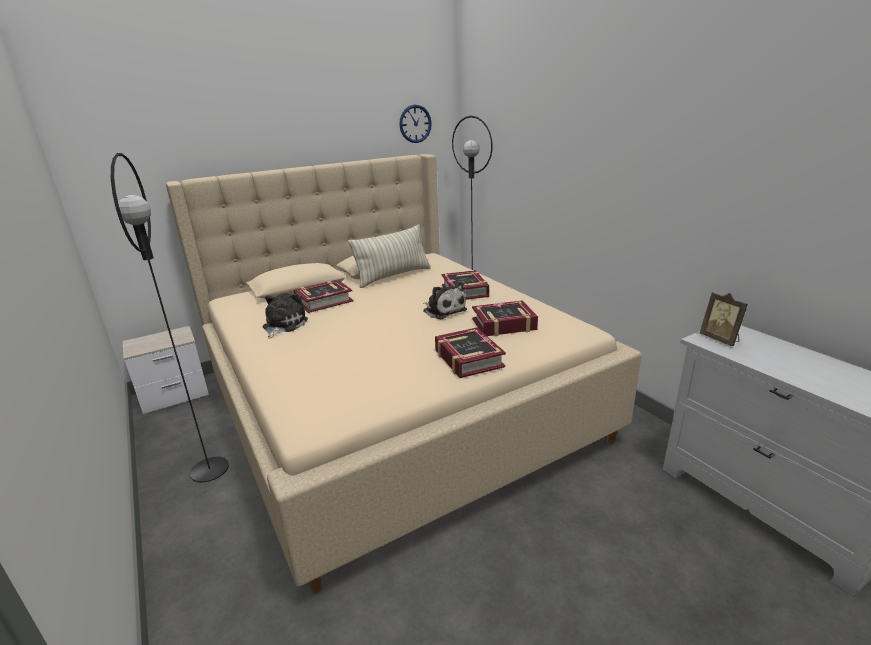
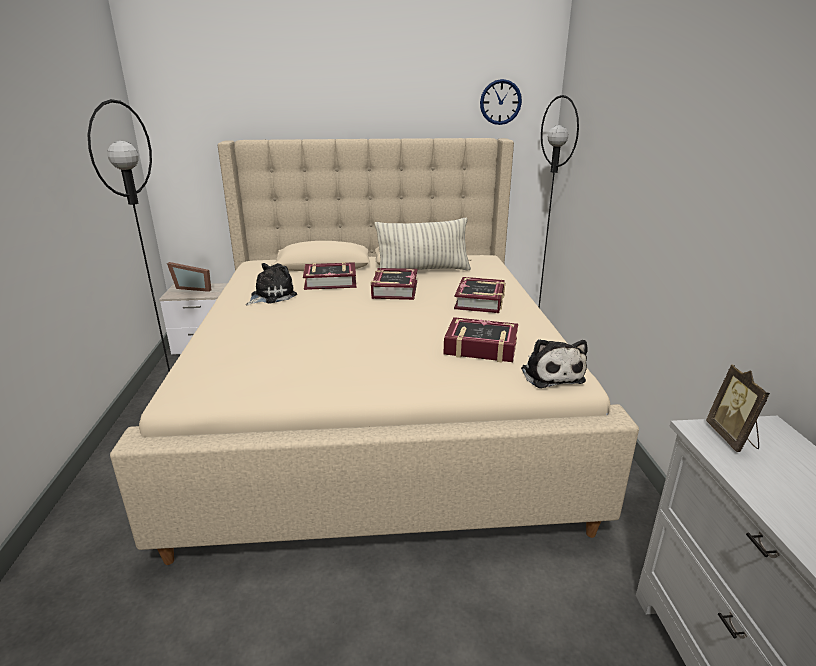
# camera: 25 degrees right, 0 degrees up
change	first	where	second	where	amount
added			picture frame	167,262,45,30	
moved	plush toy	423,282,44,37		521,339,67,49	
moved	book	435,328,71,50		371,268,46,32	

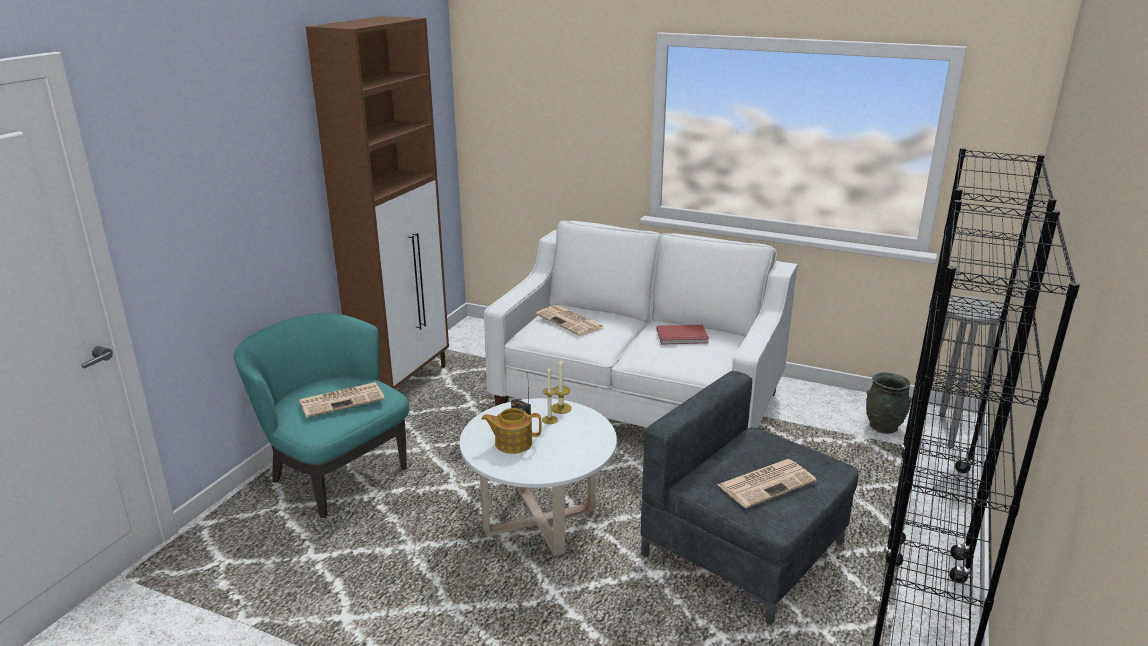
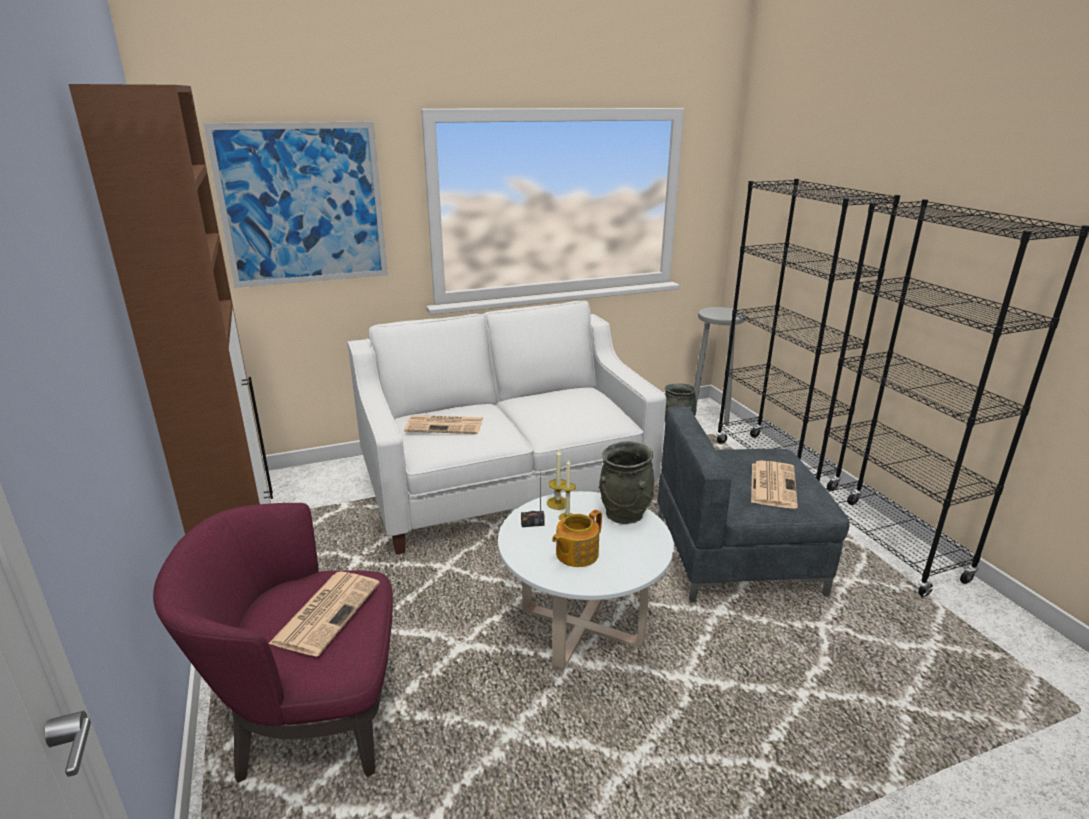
# camera: 45 degrees left, 0 degrees up
change	first	where	second	where	amount
removed	book/red	656,325,53,20			
added			picture	203,122,185,166	
added			vase/grey	599,441,55,83	
recoloured	armchair/turquoise	234,313,175,205	armchair/purple	153,503,240,280	

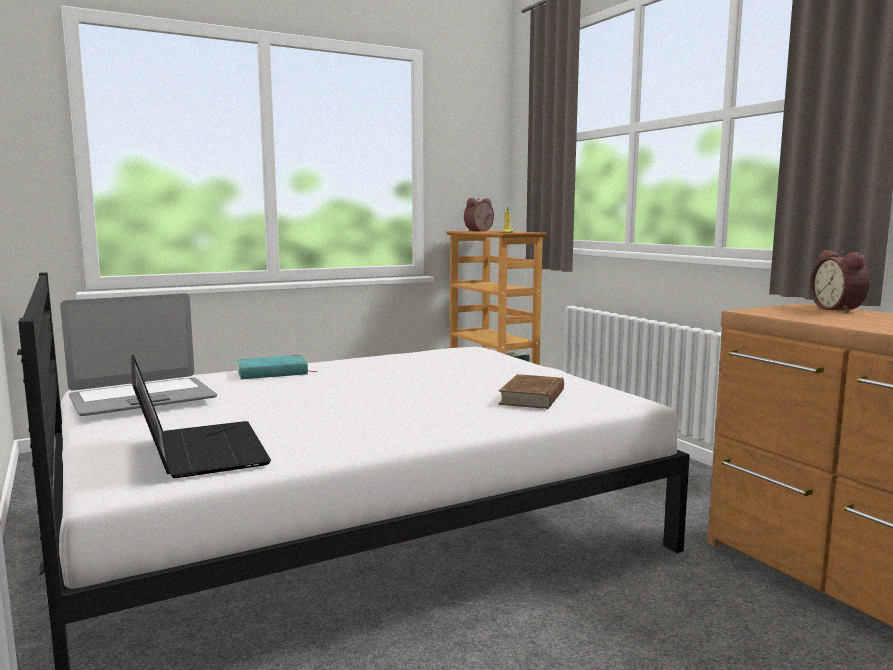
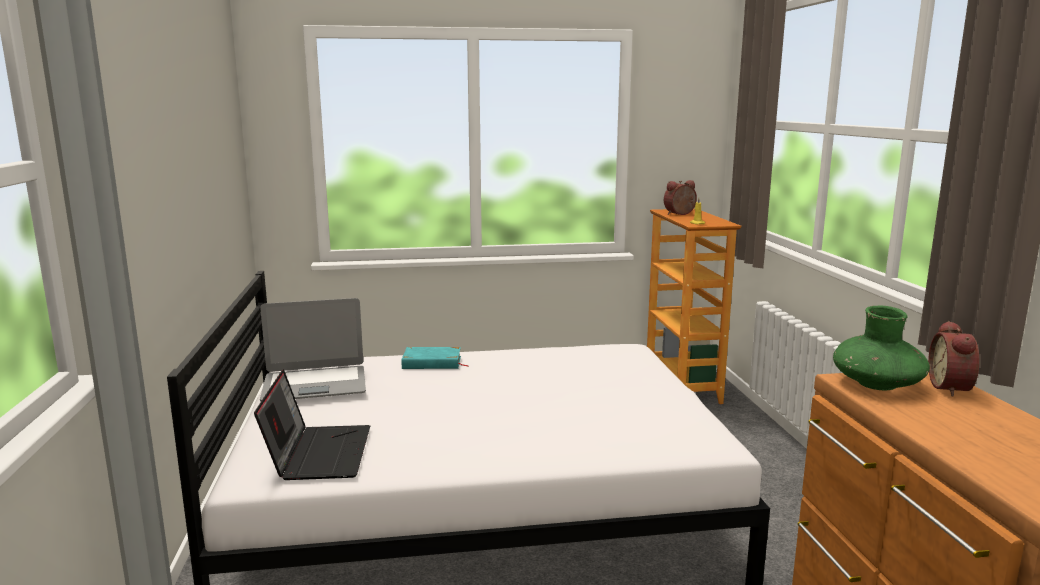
# camera: 20 degrees right, 5 degrees up
change	first	where	second	where	amount
removed	book/brown	499,374,65,35			
added			vase/green	833,306,97,85	

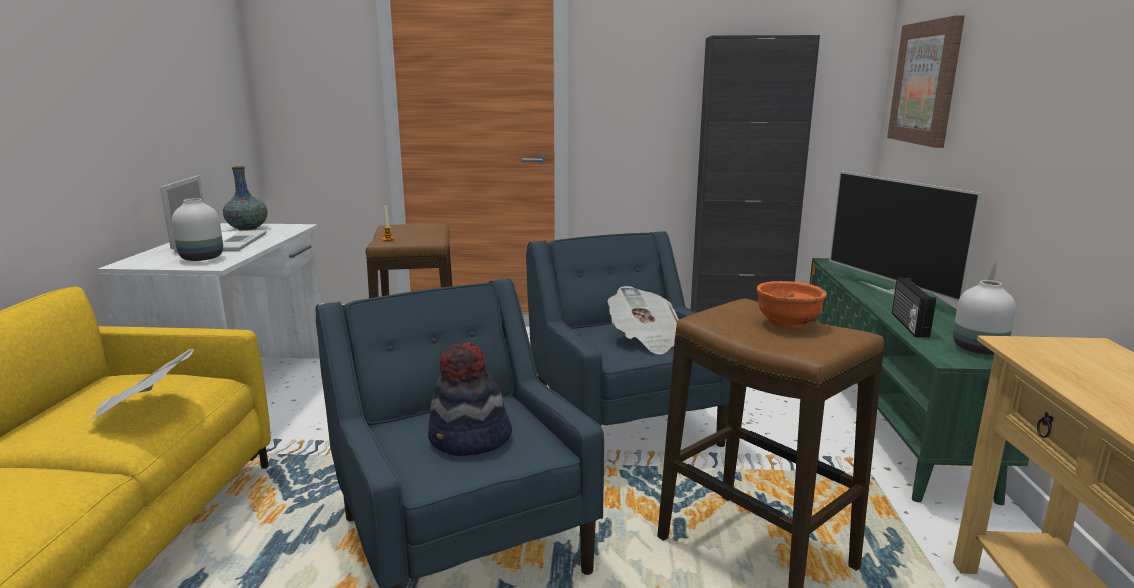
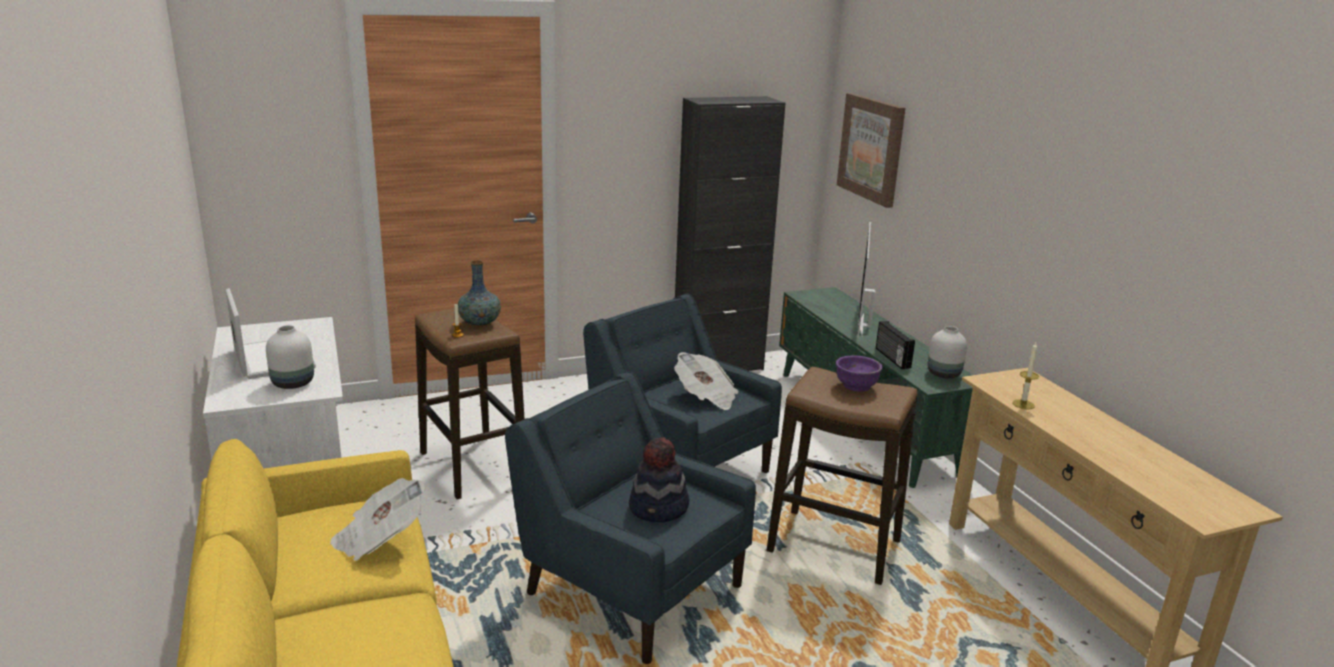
# camera: 25 degrees left, 5 degrees up
change	first	where	second	where	amount
added			candle	1013,342,26,68	
moved	vase	223,166,44,65		458,260,43,67	
recoloured	bowl/orange	757,281,70,48	bowl/purple	836,355,46,37	
turned	television	829,171,153,130		857,222,18,116	60 degrees clockwise

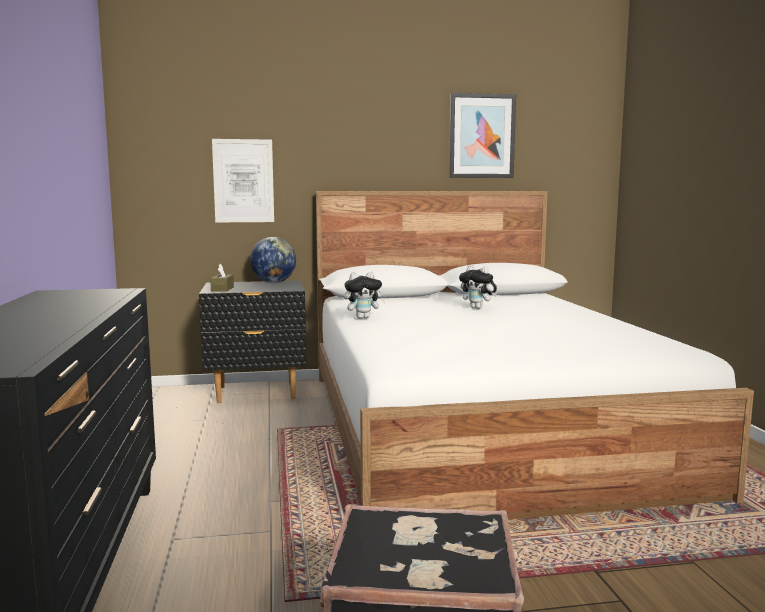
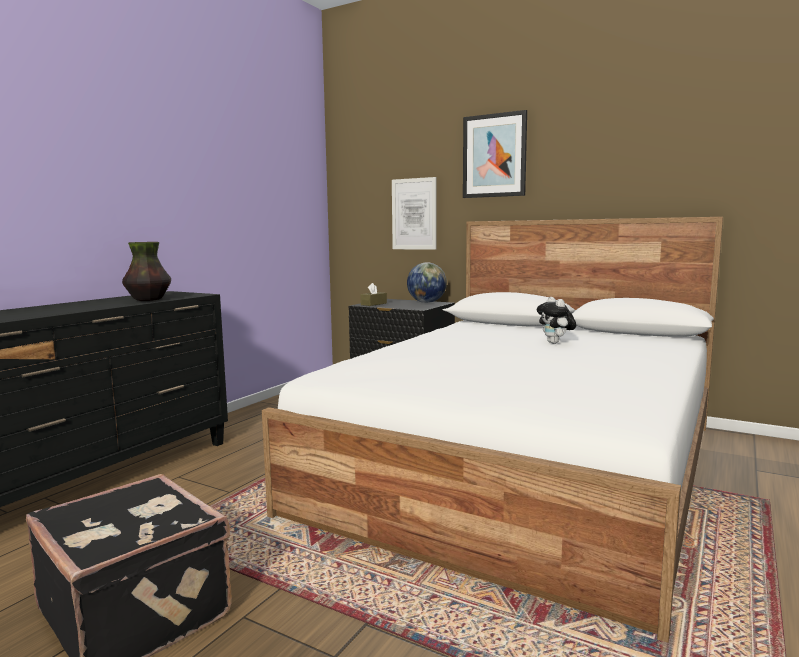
# camera: 40 degrees right, 0 degrees up
change	first	where	second	where	amount
removed	plush toy	344,272,42,47			
added			vase	122,242,49,59	
moved	picture	449,93,67,85		463,110,64,88	

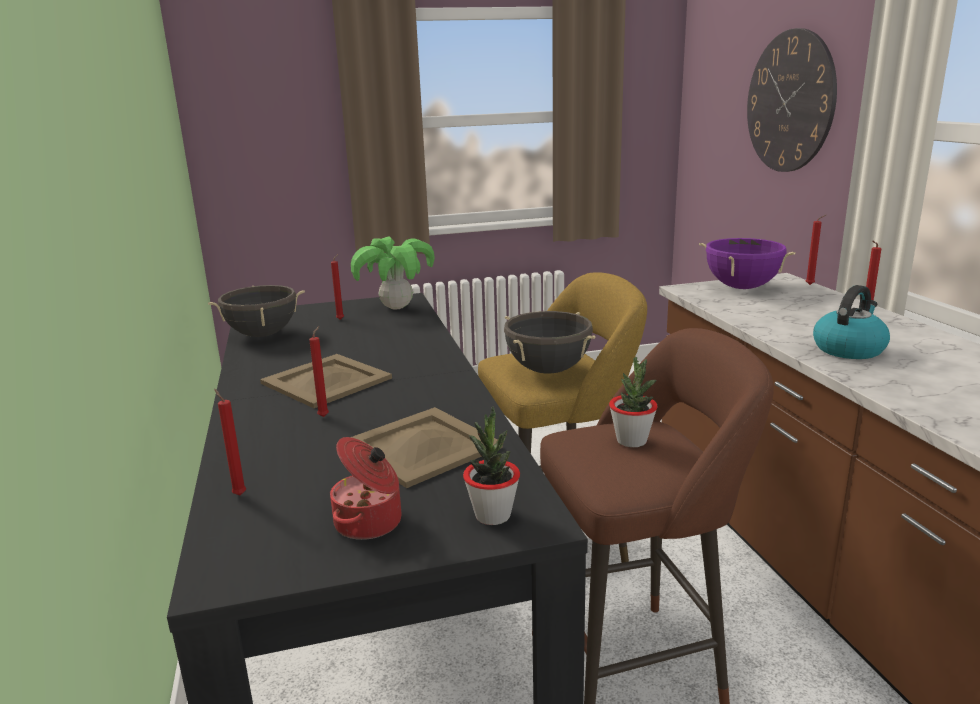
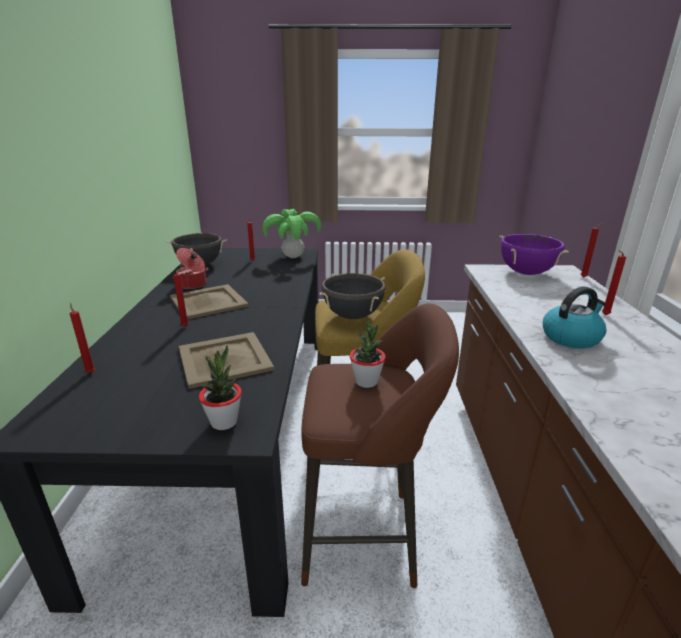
# camera: 15 degrees right, 5 degrees up
change	first	where	second	where	amount
removed	wall clock	747,28,90,144			
moved	cooking pot	330,437,72,103		173,248,35,41	

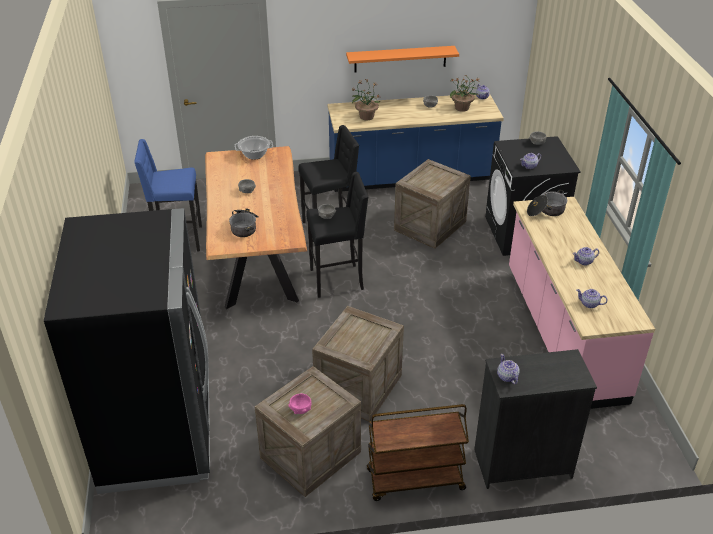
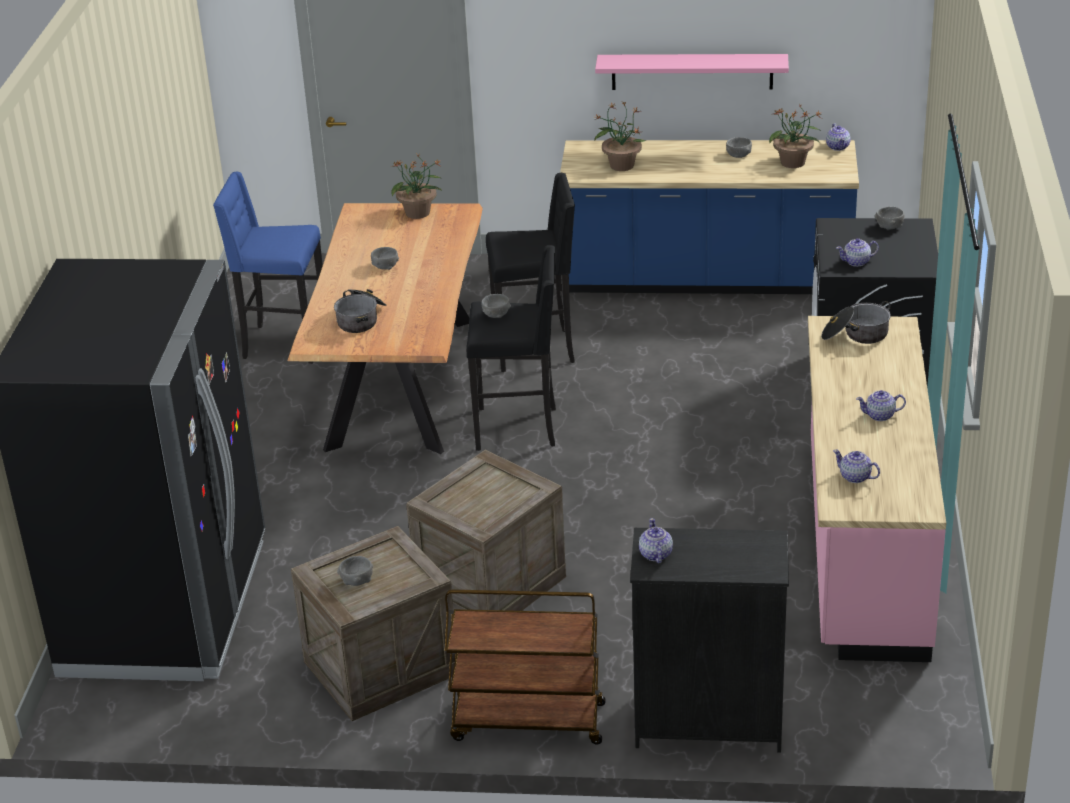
# camera: 15 degrees right, 5 degrees down
change	first	where	second	where	amount
removed	crate	394,159,77,90			
replaced	cooking pot	235,136,38,24	potted plant	390,154,52,65	
recoloured	bowl/pink	289,393,22,21	bowl/grey	337,556,36,30	
recoloured	shelf/orange	346,46,113,27	shelf/pink	595,54,194,36	

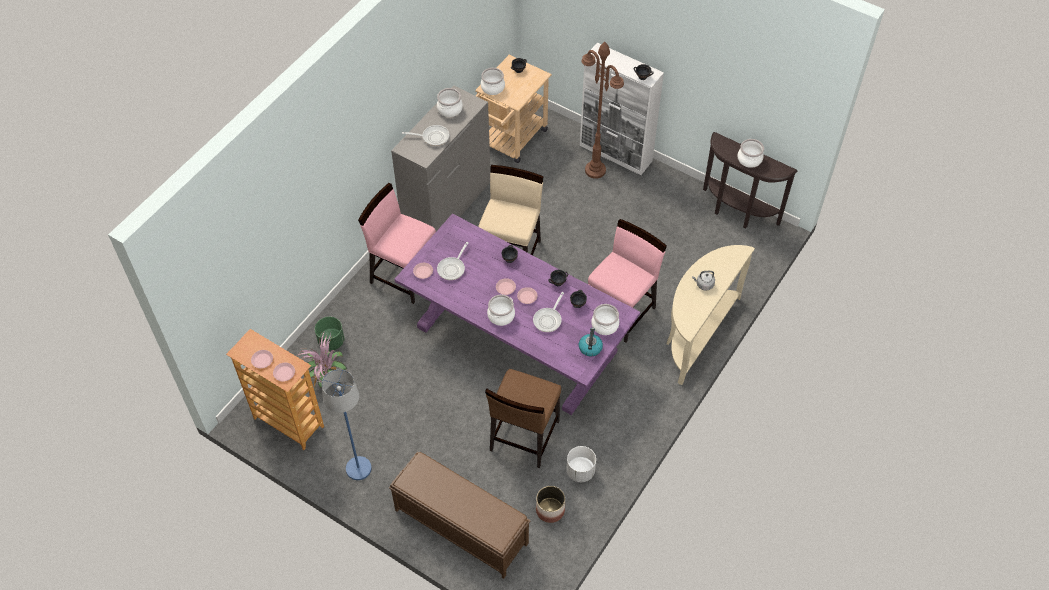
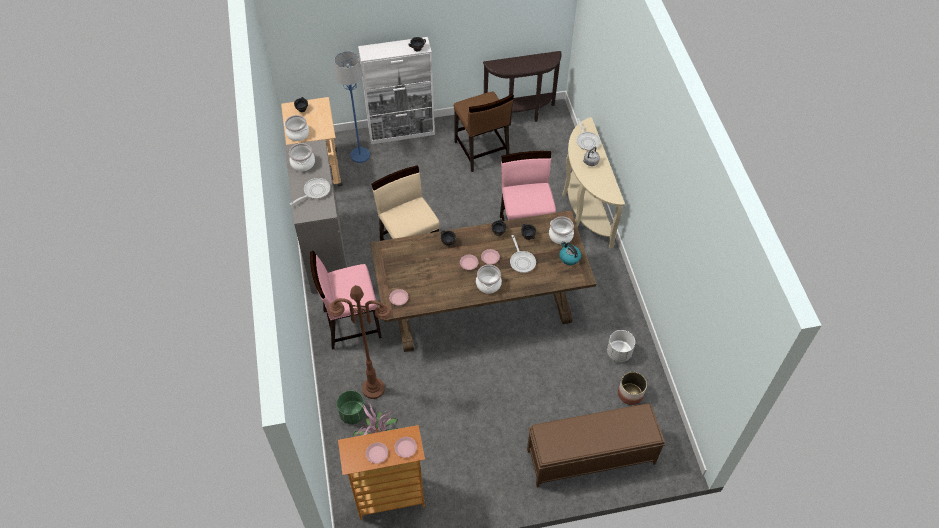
# camera: 45 degrees left, 0 degrees up
change	first	where	second	where	amount
removed	cooking pot	738,139,26,29			
moved	floor lamp/blue	322,369,50,111		334,51,36,112	
moved	frying pan	437,242,31,38		577,118,24,32	
moved	chair/brown	485,369,76,99		454,91,60,81	
moved	floor lamp/brown	581,42,43,137		329,285,62,114	
recoloured	dining table/purple	394,213,246,202	dining table/brown	370,210,226,142	

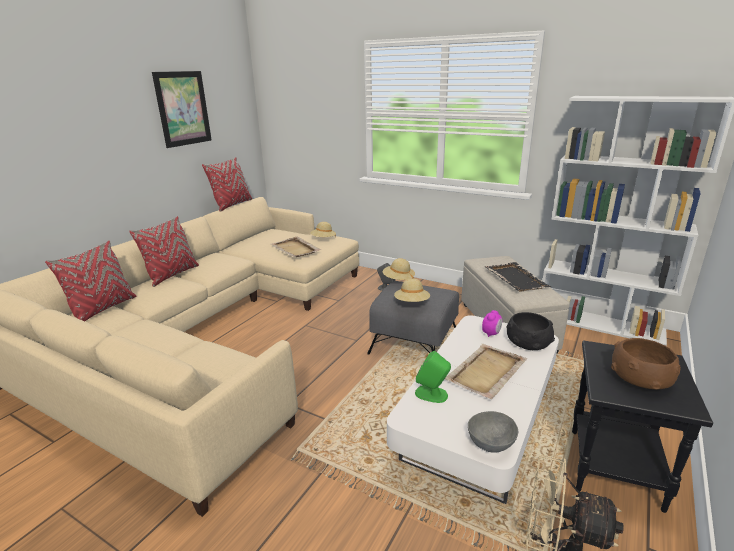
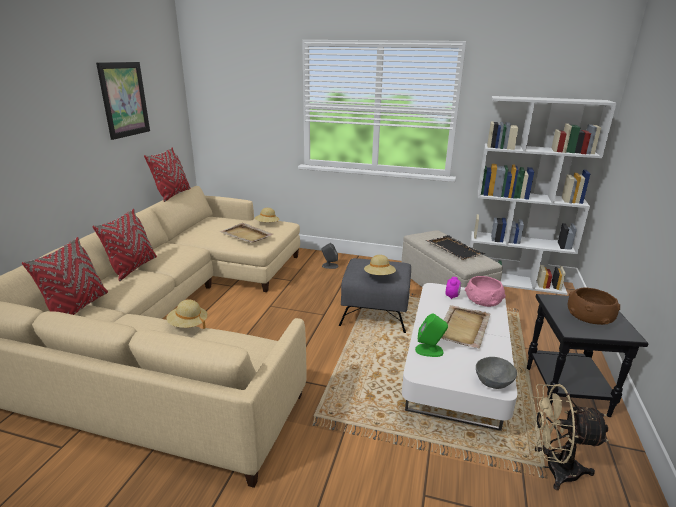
# camera: 15 degrees left, 0 degrees up
change	first	where	second	where	amount
moved	hat/beige	383,258,32,22		166,299,42,30	
recoloured	bowl/black	507,312,48,38	bowl/pink	465,276,41,31	

